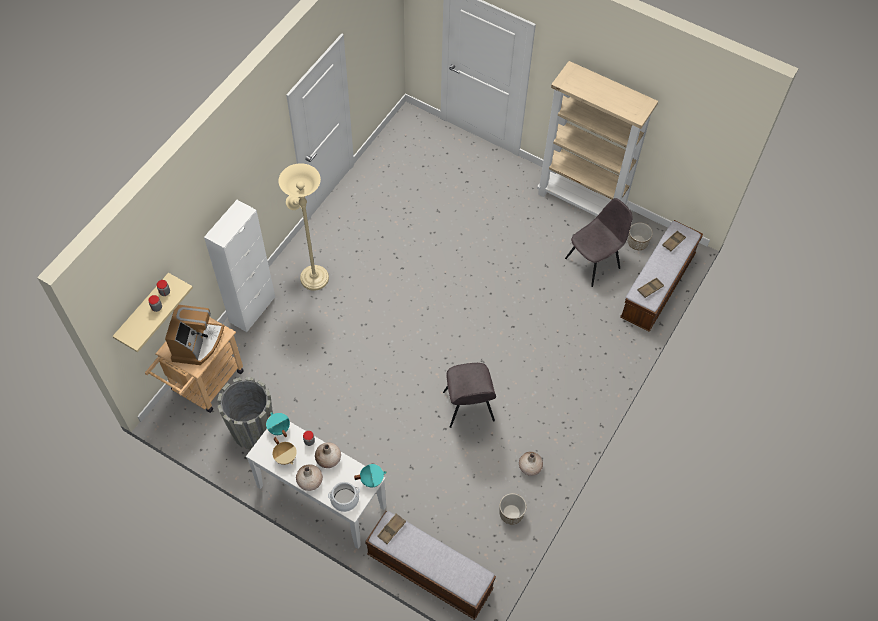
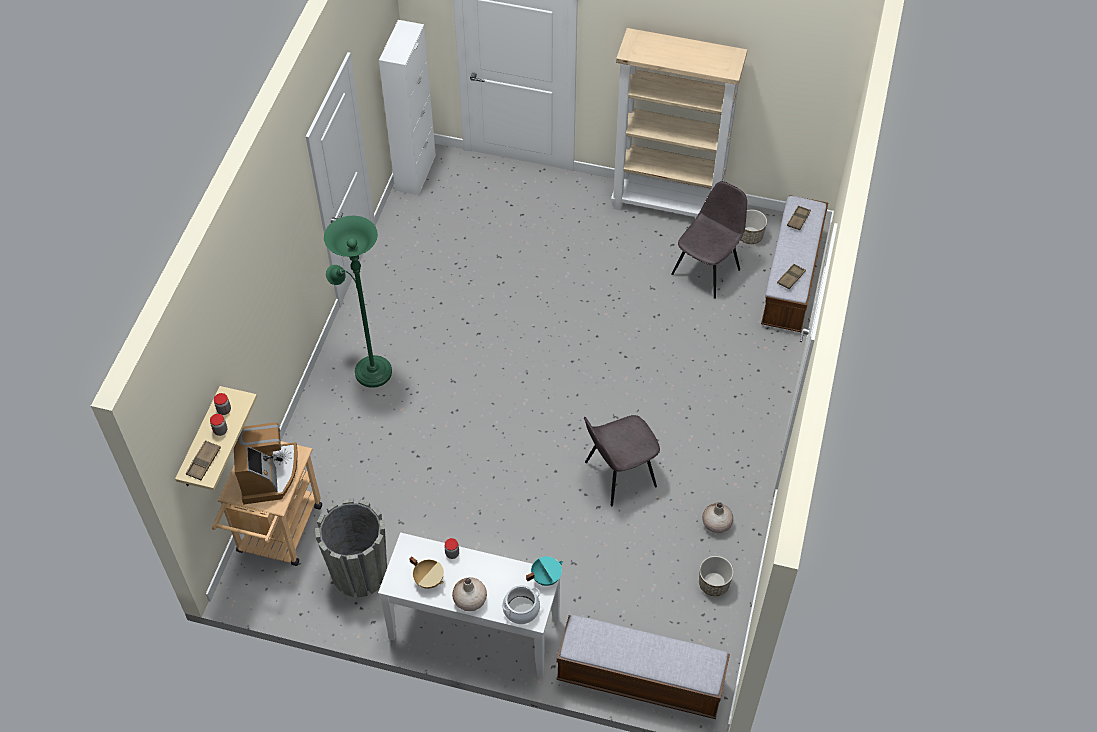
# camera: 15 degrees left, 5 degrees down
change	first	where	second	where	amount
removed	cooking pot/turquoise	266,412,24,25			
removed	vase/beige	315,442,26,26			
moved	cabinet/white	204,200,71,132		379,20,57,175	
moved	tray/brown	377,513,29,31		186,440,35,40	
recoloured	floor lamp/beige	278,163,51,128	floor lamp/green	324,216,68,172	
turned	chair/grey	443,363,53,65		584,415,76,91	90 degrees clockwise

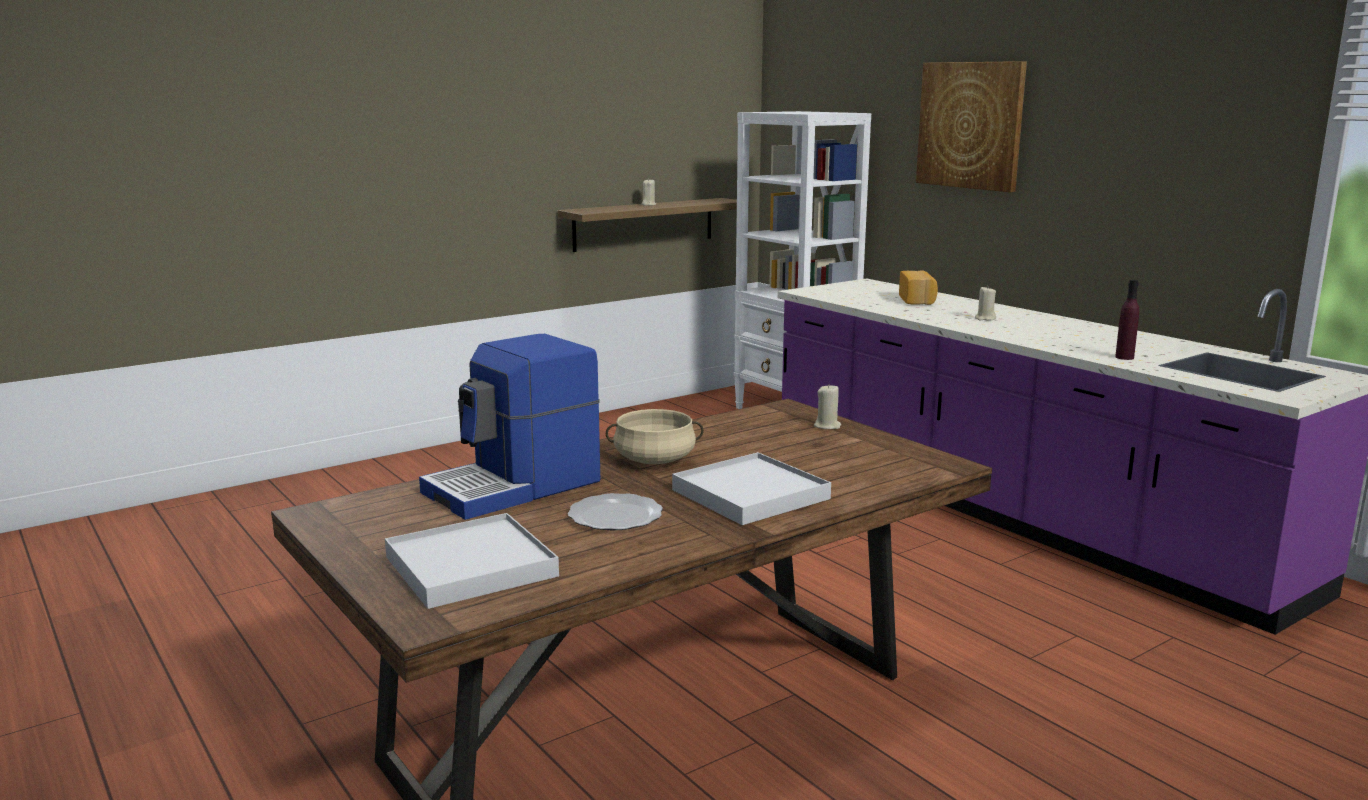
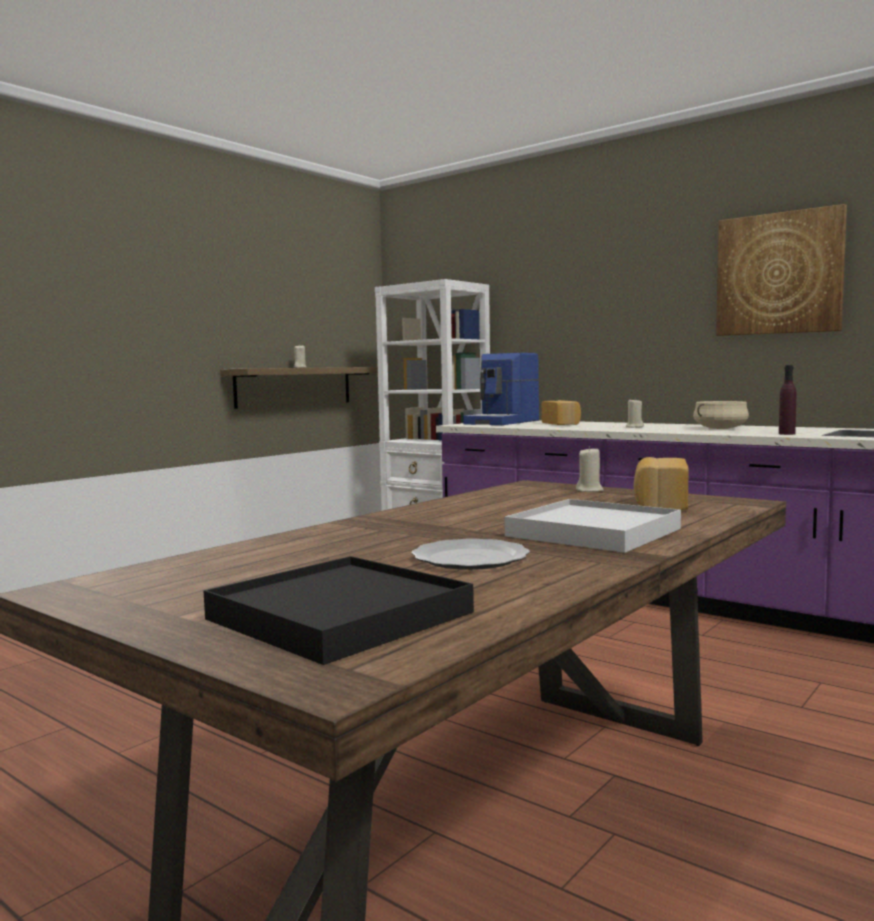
# camera: 15 degrees left, 10 degrees down
change	first	where	second	where	amount
added			bread	634,457,54,53	
moved	coffee machine	419,334,181,186		463,353,76,72	
moved	cooking pot/beige	606,409,98,55		693,401,56,28	
moved	picture	916,61,111,131		716,204,131,132	
recoloured	tray/white	385,513,174,96	tray/black	204,556,270,109	

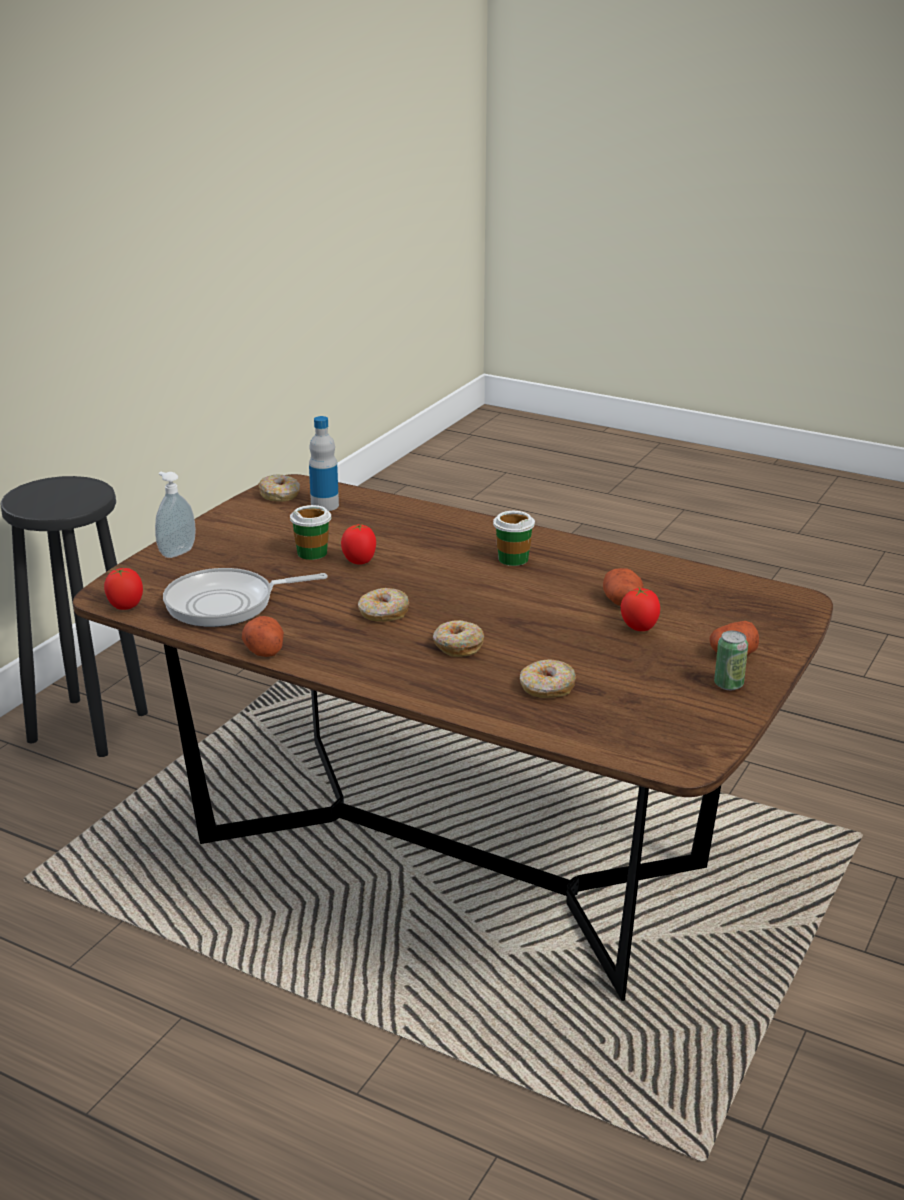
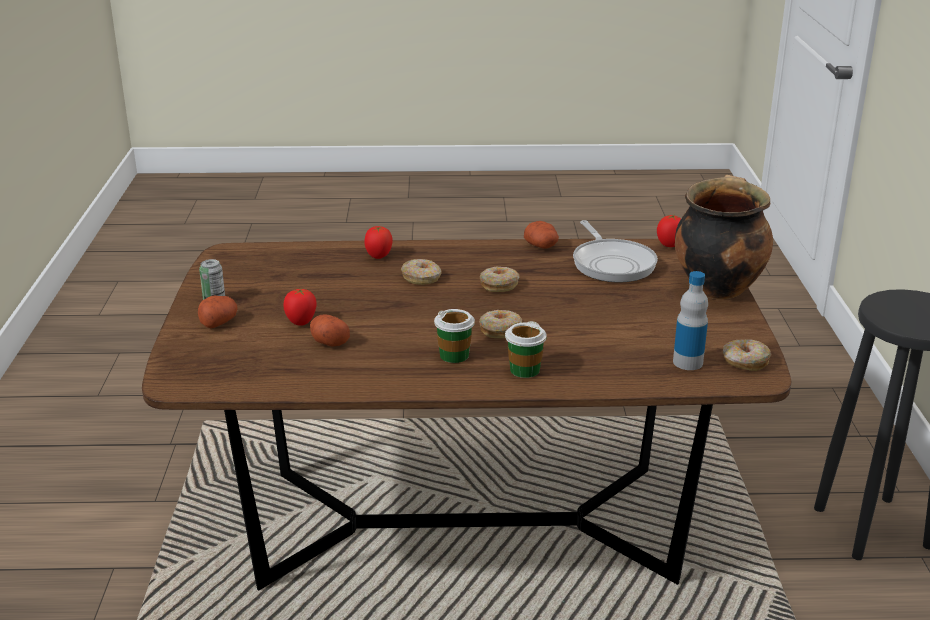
# camera: 150 degrees right, 0 degrees up
change	first	where	second	where	amount
moved	cup	290,505,41,55		505,321,42,57	
moved	tomato	341,524,35,41		365,226,28,33	
moved	donut	520,659,56,39		479,310,43,28	
replaced	soap dispenser	155,472,41,86	cooking pot	675,175,98,124	
turned	frying pan	163,568,164,59		573,220,85,62	120 degrees clockwise

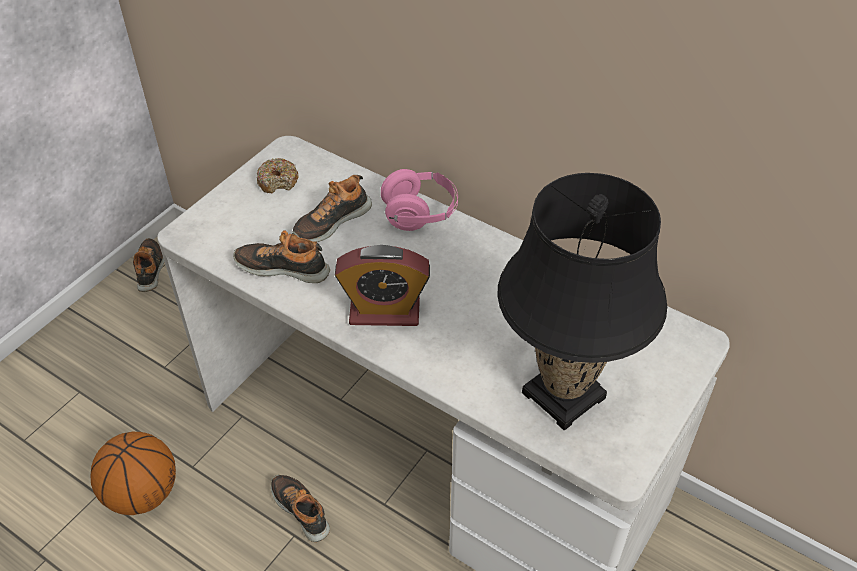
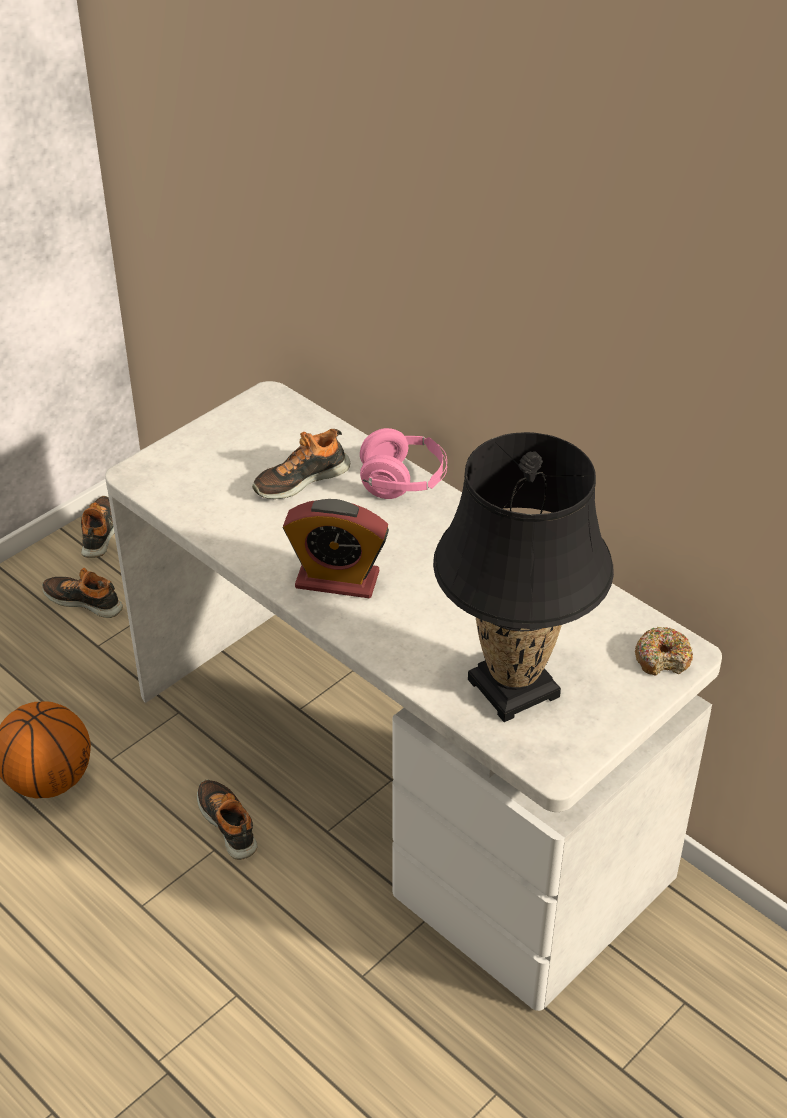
# camera: 10 degrees right, 5 degrees down
change	first	where	second	where	amount
moved	shoe	233,230,97,53		42,568,81,50	
moved	donut	257,158,42,35		635,627,58,49	

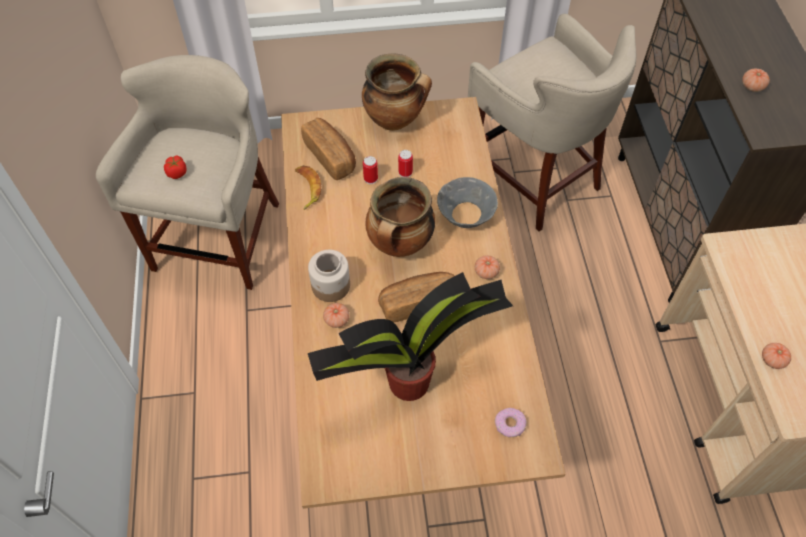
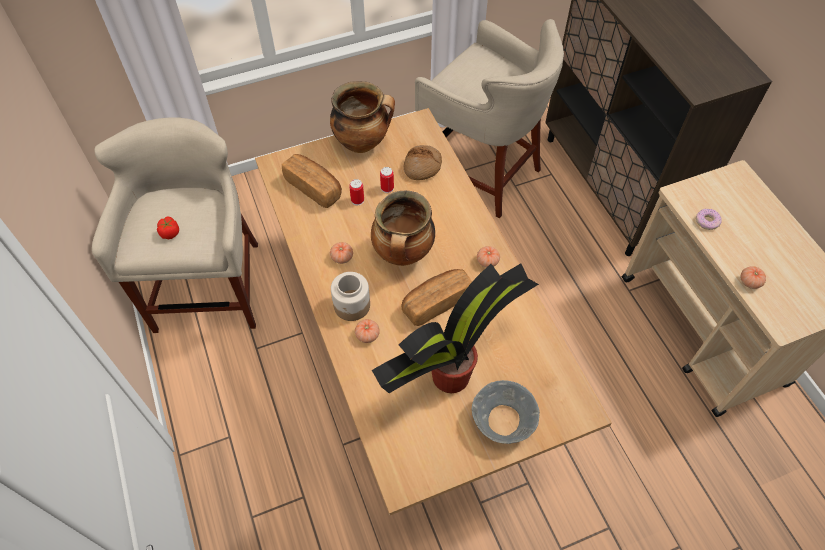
# camera: 15 degrees left, 0 degrees up
change	first	where	second	where	amount
removed	banana	295,166,26,44			
added			bread	404,145,38,35	
moved	bowl/grey	437,177,61,51		472,380,68,64	
moved	donut	495,408,32,29		696,209,26,21	
moved	tomato	742,68,28,24		330,242,23,22	

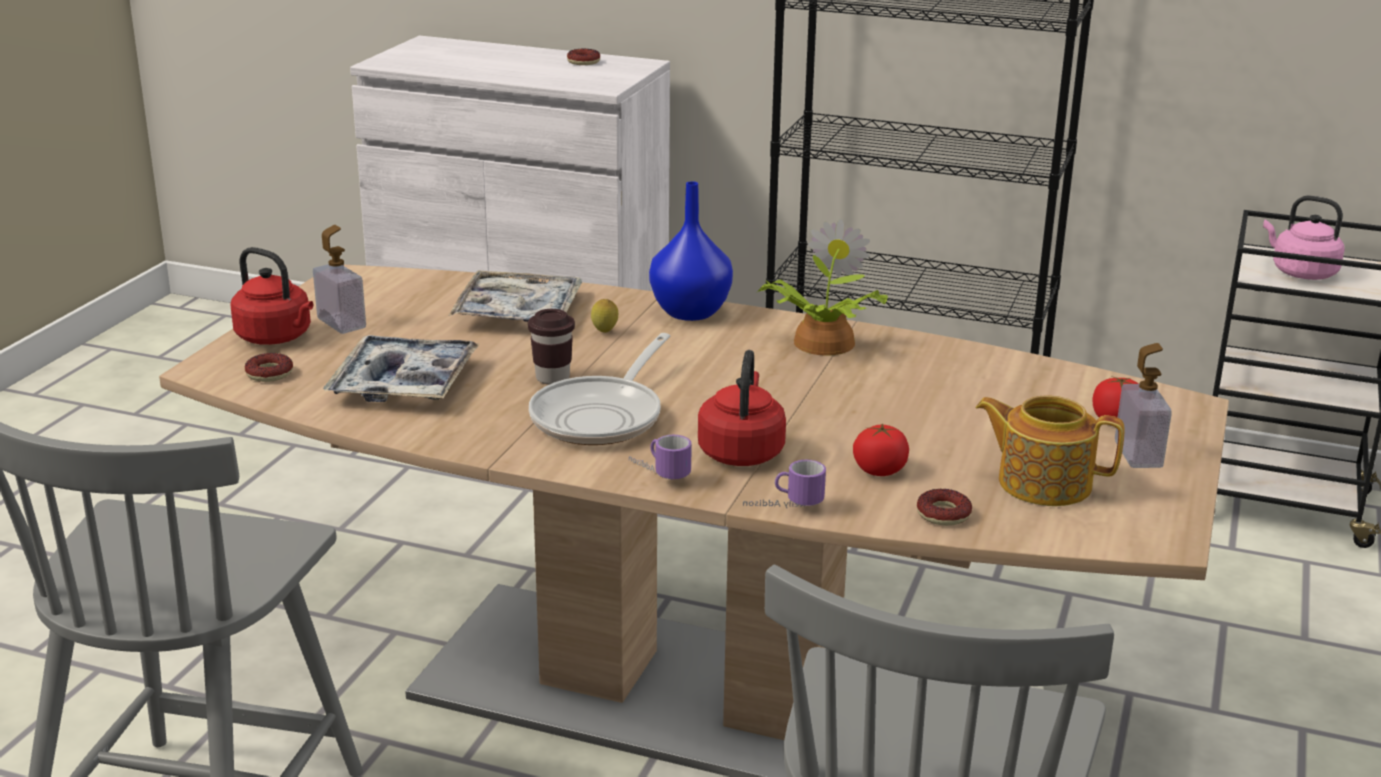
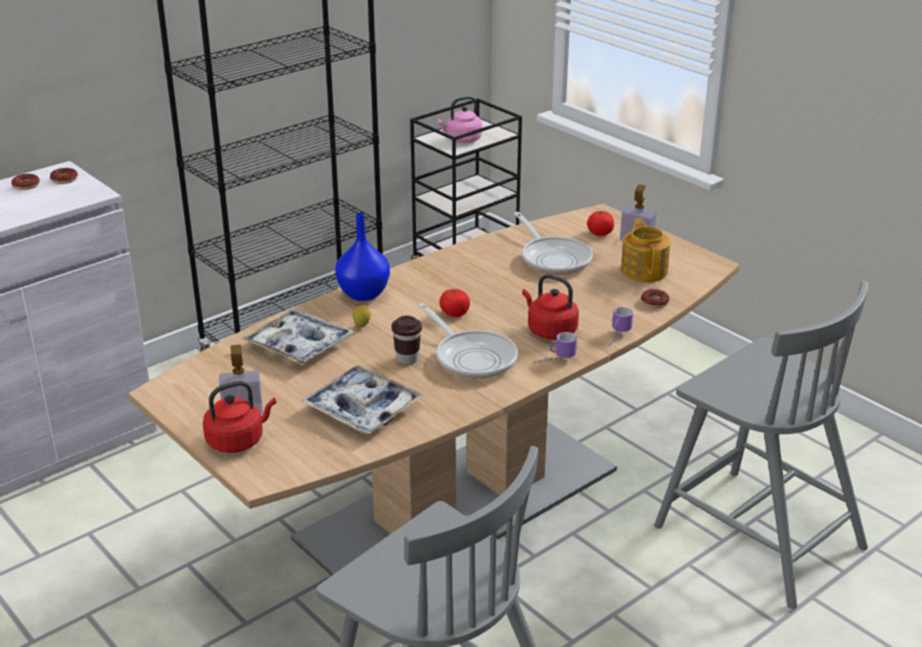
# camera: 60 degrees left, 5 degrees up
change	first	where	second	where	amount
removed	potted plant	758,219,130,137			
added			frying pan	514,212,79,63	
moved	donut	245,353,48,29		50,168,28,16	
moved	tomato	853,423,56,53		439,289,31,28	
turned	teapot	976,395,149,111		621,219,50,63	120 degrees clockwise

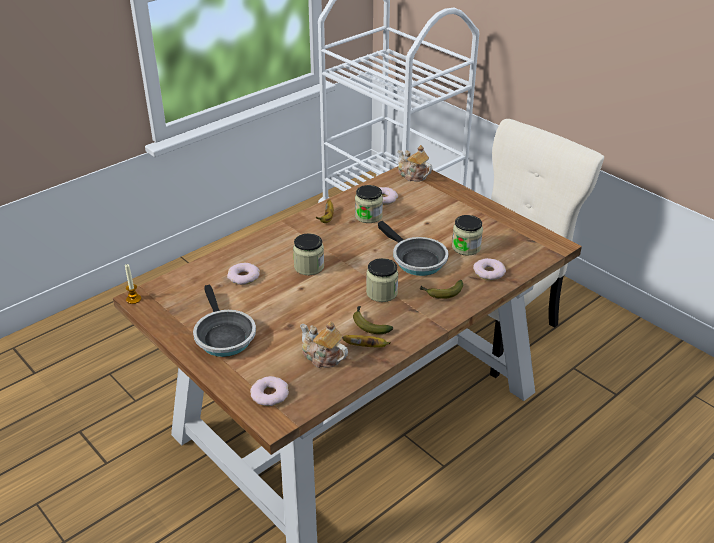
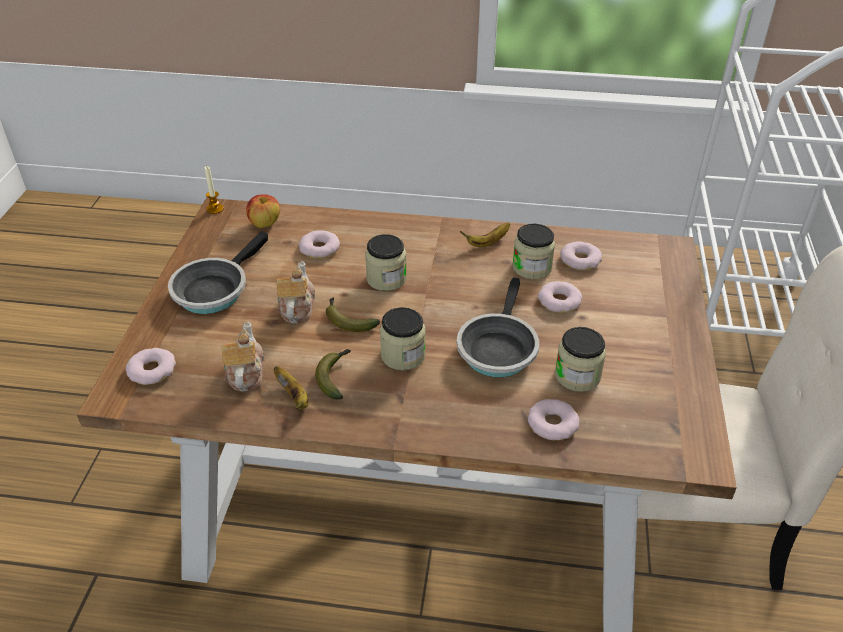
# camera: 50 degrees right, 5 degrees up
change	first	where	second	where	amount
added			apple	246,194,34,34	
added			donut	537,281,45,32	
moved	teapot	398,145,34,37		277,261,38,62	
moved	banana	420,280,43,19		326,297,54,35	

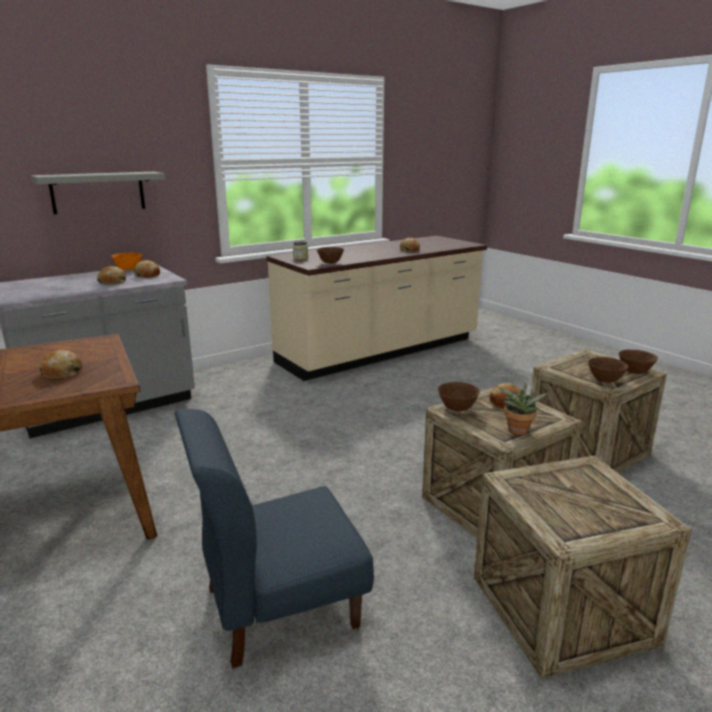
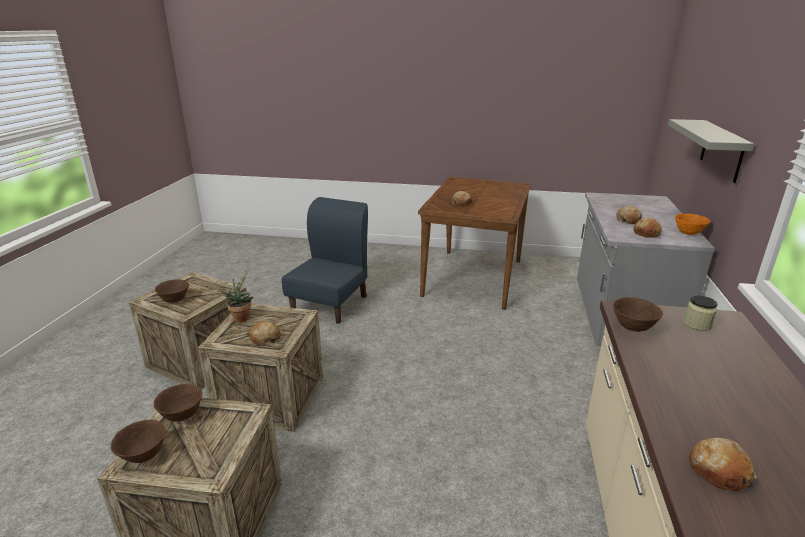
# camera: 135 degrees right, 5 degrees up
change	first	where	second	where	amount
moved	bowl/brown	438,382,42,29		155,279,34,24	

